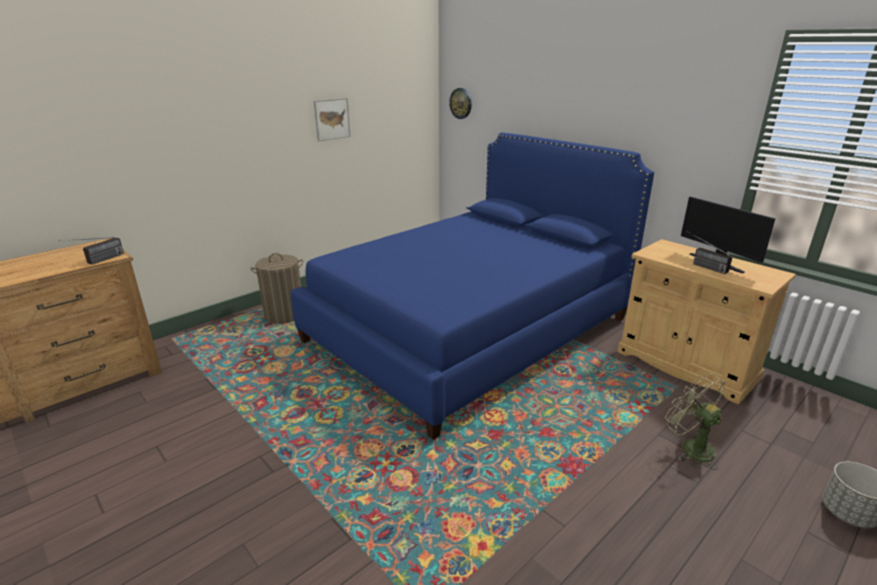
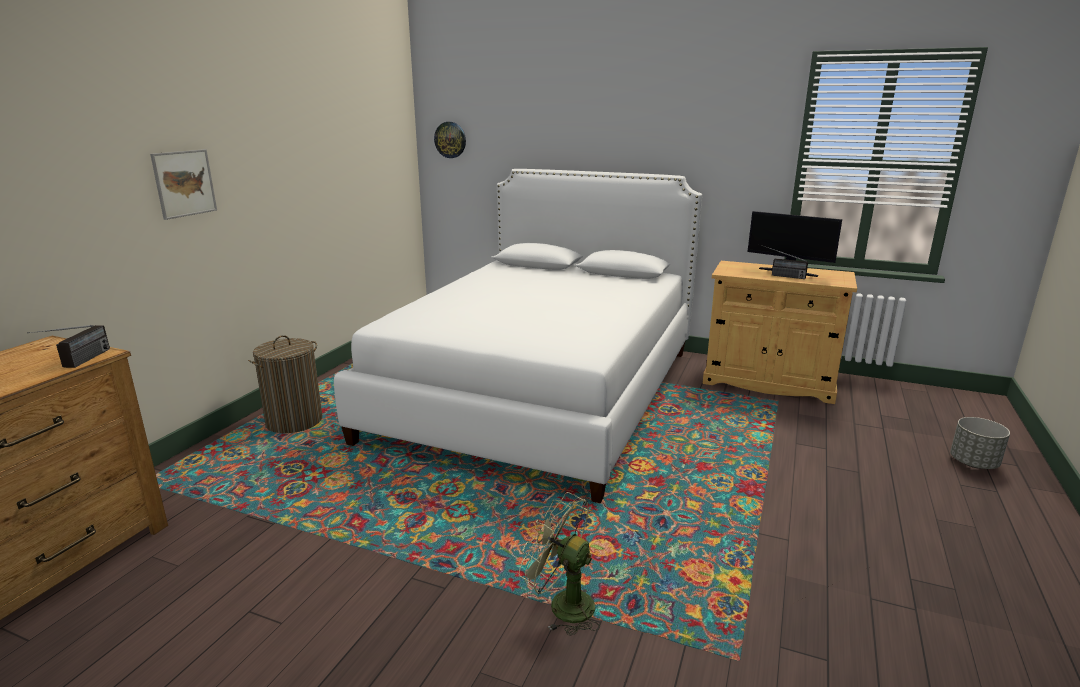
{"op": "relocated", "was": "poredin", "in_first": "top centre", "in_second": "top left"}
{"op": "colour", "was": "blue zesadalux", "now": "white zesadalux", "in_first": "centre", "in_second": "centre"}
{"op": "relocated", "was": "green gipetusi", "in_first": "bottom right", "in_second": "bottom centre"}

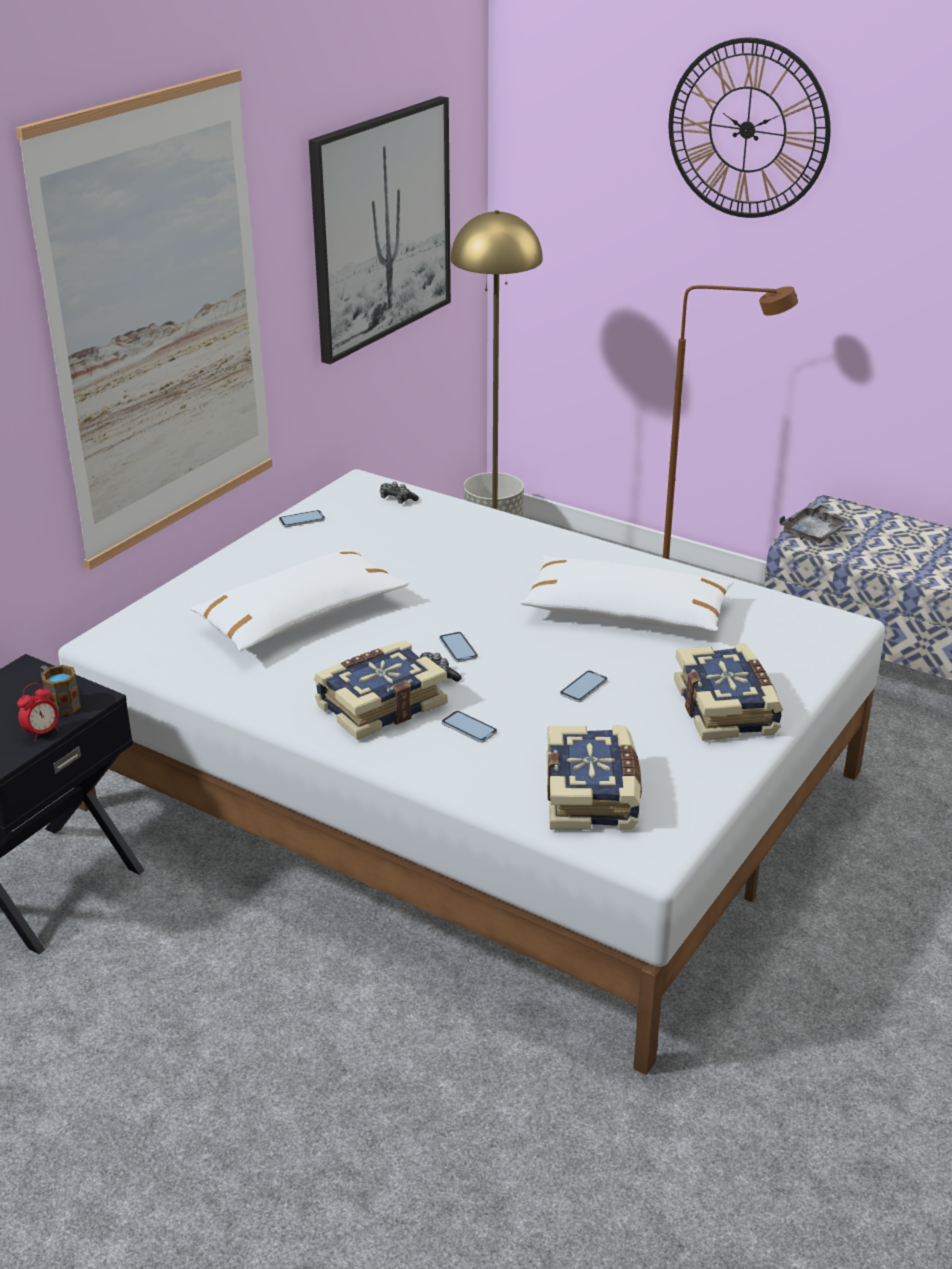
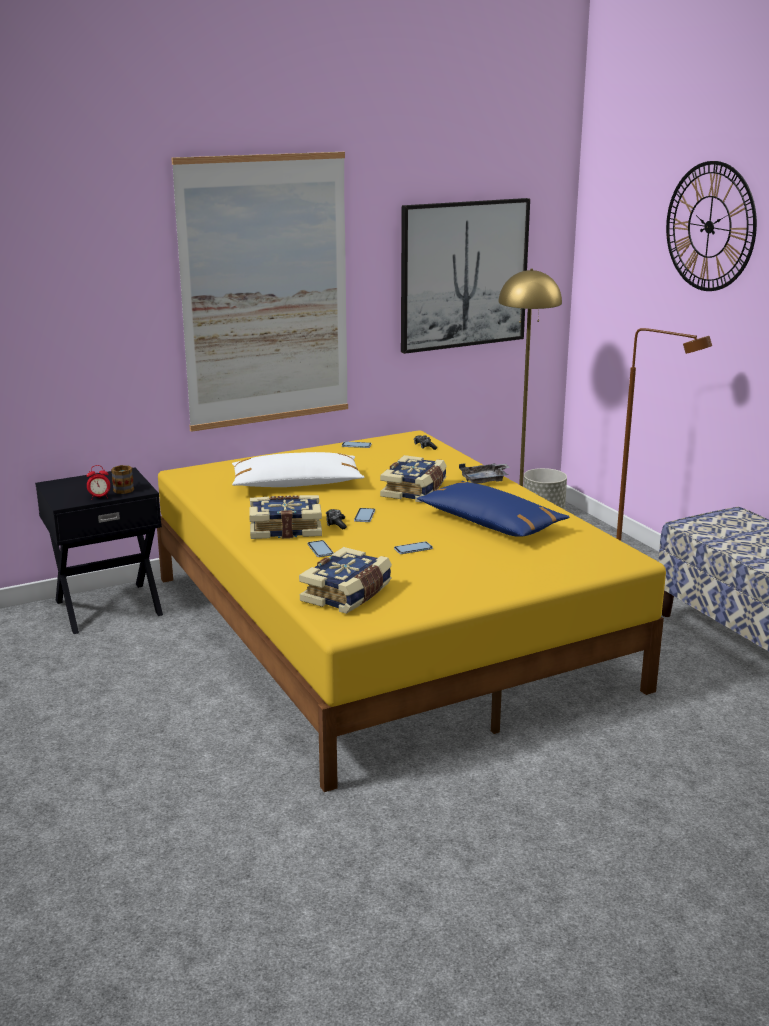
{"op": "colour", "was": "white zesadalux", "now": "yellow zesadalux", "in_first": "centre", "in_second": "centre"}
{"op": "relocated", "was": "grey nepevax", "in_first": "middle right", "in_second": "centre"}
{"op": "colour", "was": "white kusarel (no. 2 from left)", "now": "blue kusarel", "in_first": "centre", "in_second": "centre"}
{"op": "relocated", "was": "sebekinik (no. 3 from left)", "in_first": "middle right", "in_second": "centre"}

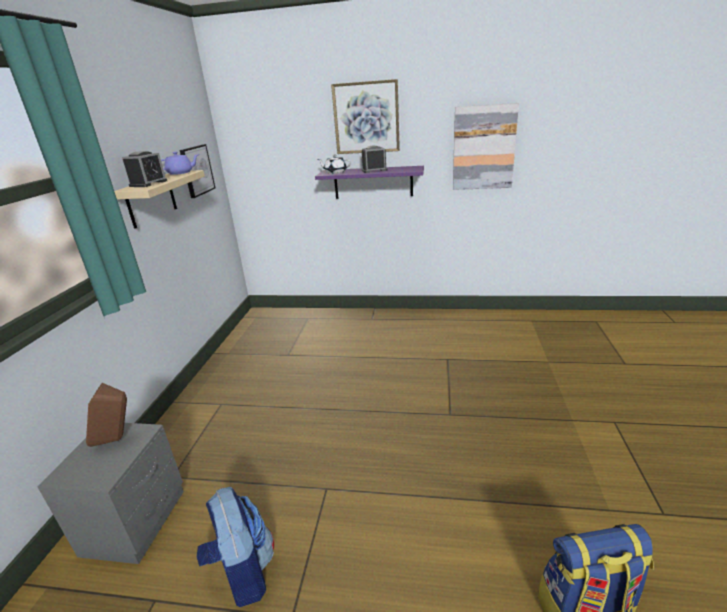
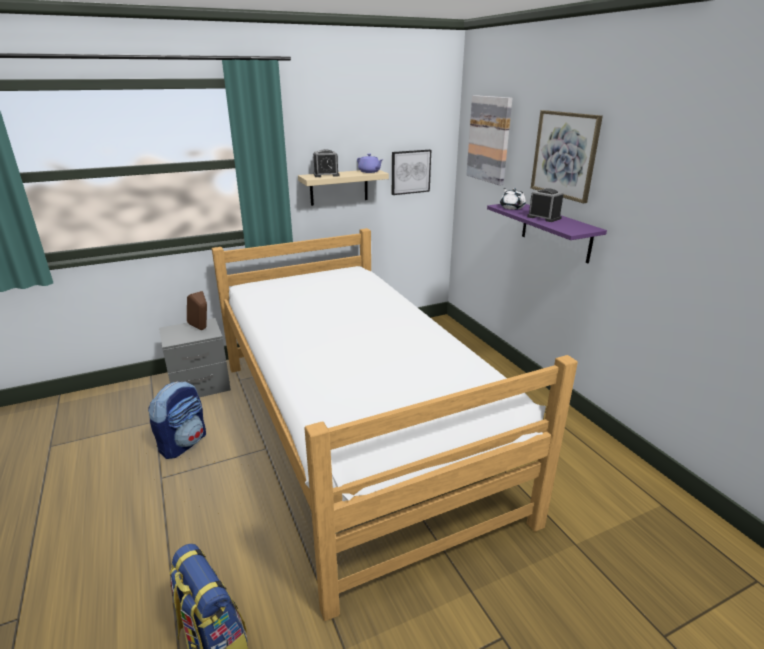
{"op": "relocated", "was": "poredin (no. 3 from left in the first image)", "now": "poredin (no. 2 from left)", "in_first": "top right", "in_second": "top centre"}
{"op": "appeared", "now": "zesadalux", "in_second": "centre"}

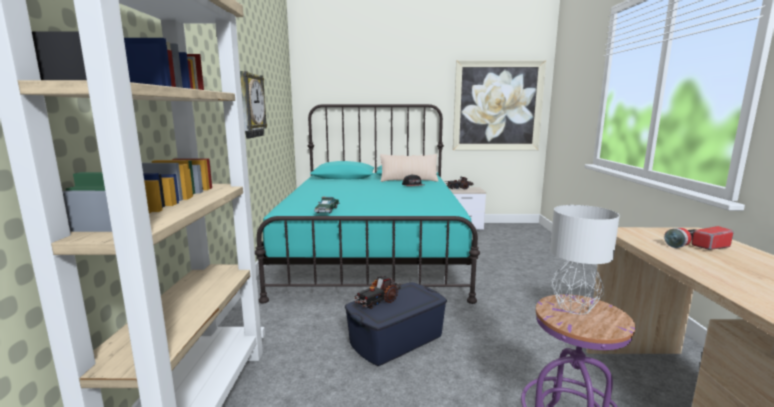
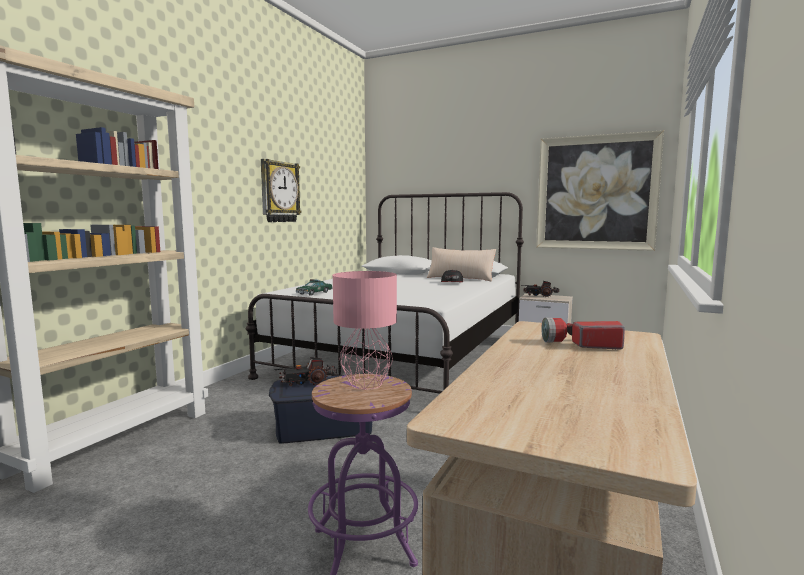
{"op": "colour", "was": "turquoise zesadalux", "now": "white zesadalux", "in_first": "centre", "in_second": "centre"}
{"op": "colour", "was": "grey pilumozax", "now": "pink pilumozax", "in_first": "middle right", "in_second": "centre"}

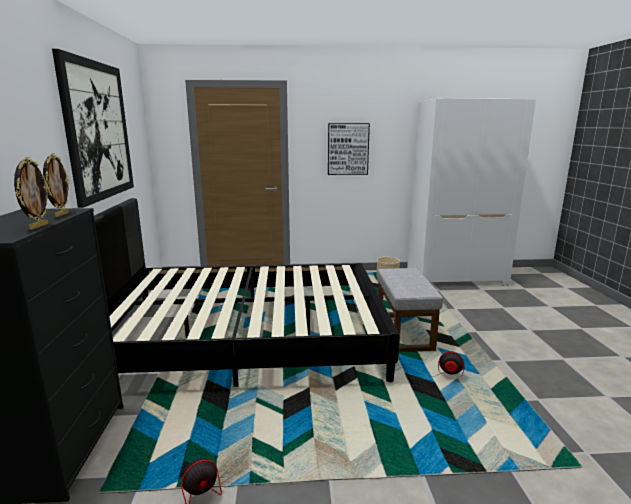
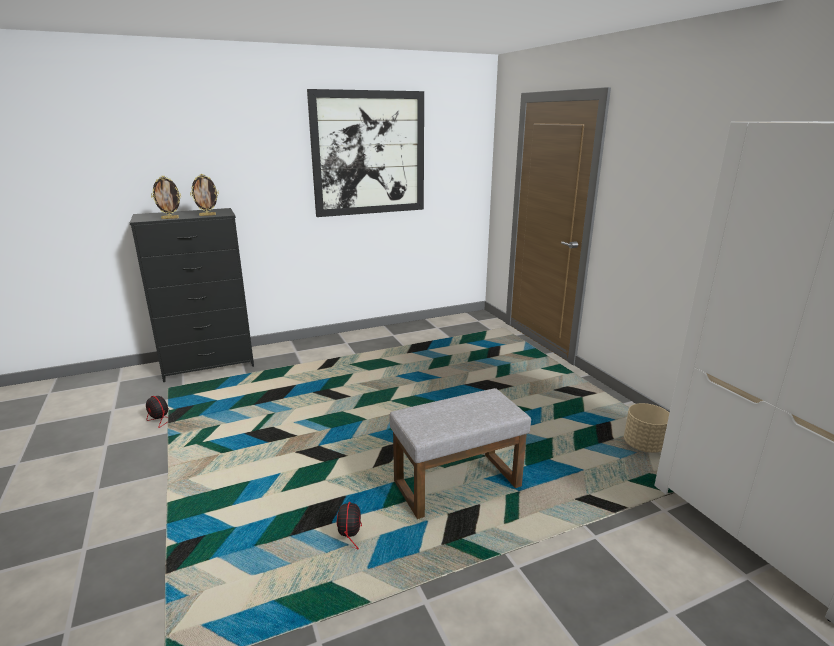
{"op": "missing", "was": "poredin (no. 2 from left)", "in_first": "top centre"}
{"op": "missing", "was": "black zesadalux", "in_first": "centre"}

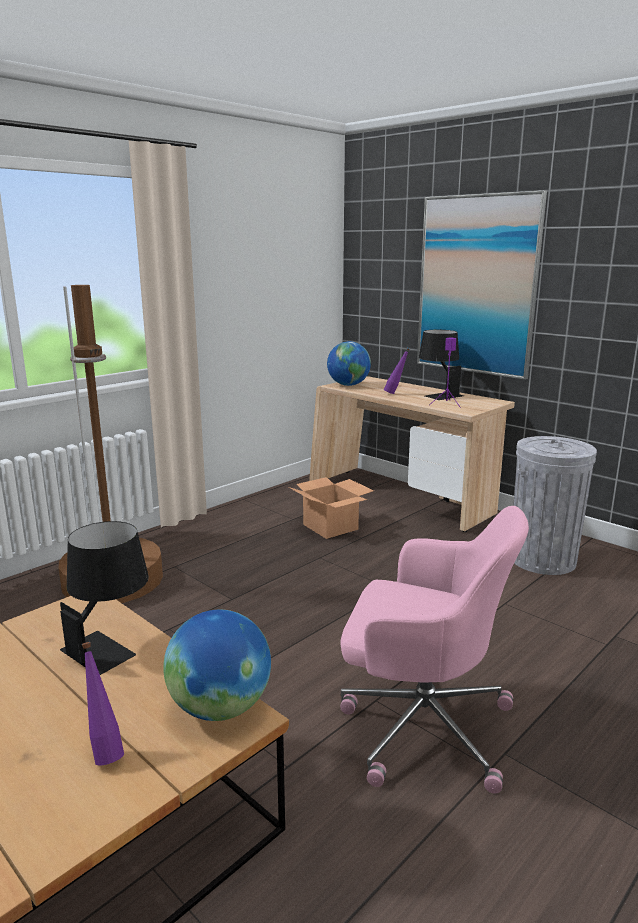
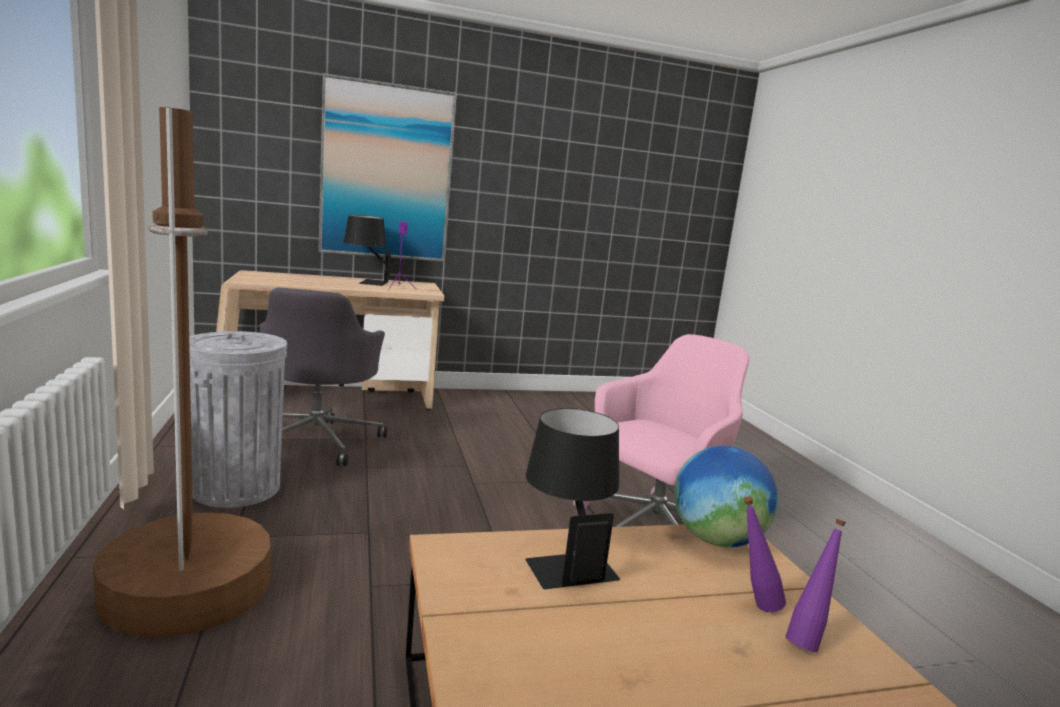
{"op": "missing", "was": "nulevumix (no. 2 from left)", "in_first": "centre"}
{"op": "relocated", "was": "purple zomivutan (no. 2 from left)", "in_first": "centre", "in_second": "bottom right"}
{"op": "relocated", "was": "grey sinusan", "in_first": "middle right", "in_second": "middle left"}
{"op": "exchanged", "was": "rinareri", "now": "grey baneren", "in_first": "centre", "in_second": "middle left"}

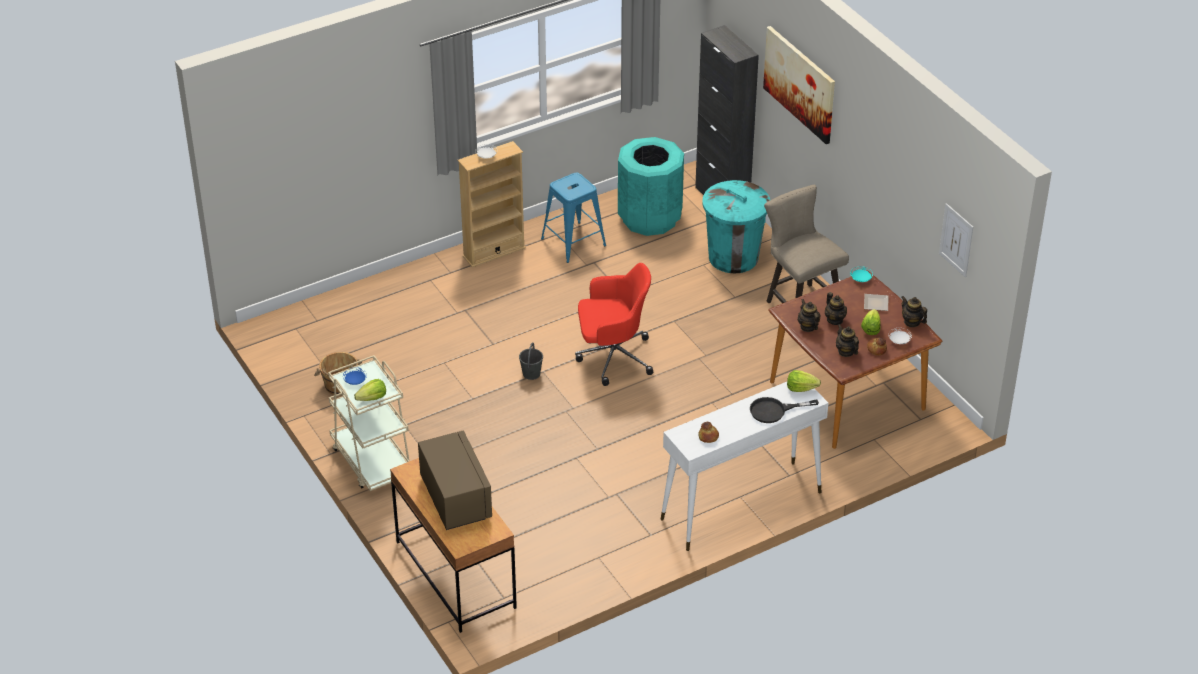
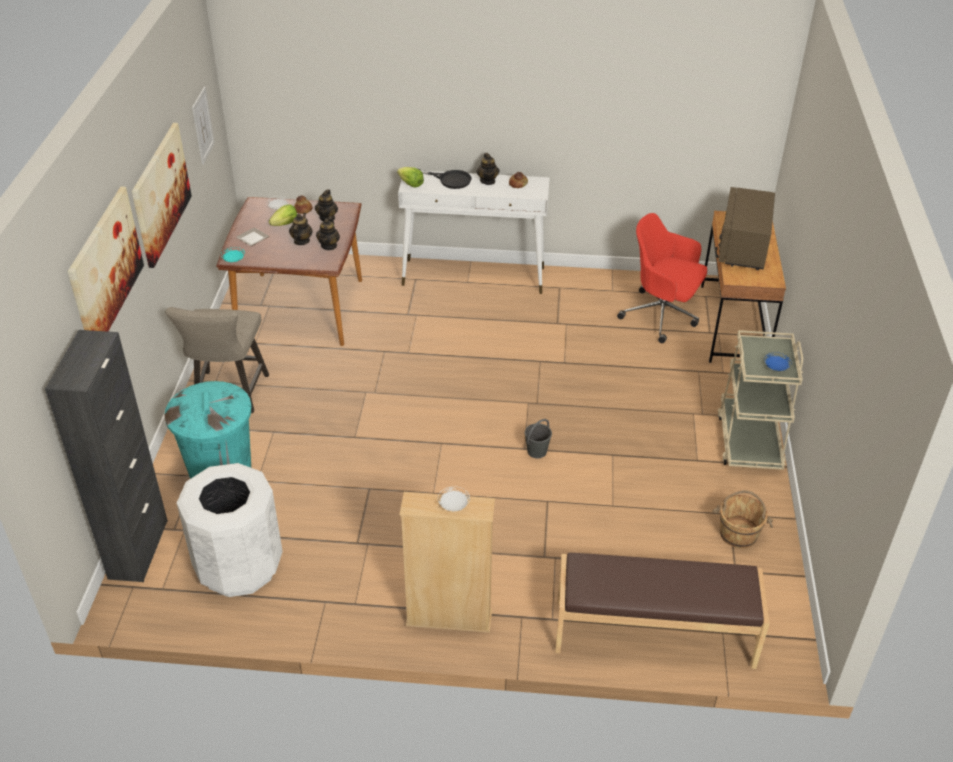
{"op": "colour", "was": "turquoise sinusan (no. 1 from left)", "now": "white sinusan", "in_first": "top centre", "in_second": "bottom left"}
{"op": "missing", "was": "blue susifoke", "in_first": "top centre"}
{"op": "relocated", "was": "red baneren", "in_first": "centre", "in_second": "middle right"}
{"op": "relocated", "was": "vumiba (no. 4 from left)", "in_first": "middle right", "in_second": "top centre"}
{"op": "missing", "was": "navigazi (no. 1 from left)", "in_first": "middle left"}
{"op": "appeared", "now": "poredin (no. 2 from left)", "in_second": "top left"}
{"op": "appeared", "now": "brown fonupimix", "in_second": "bottom right"}

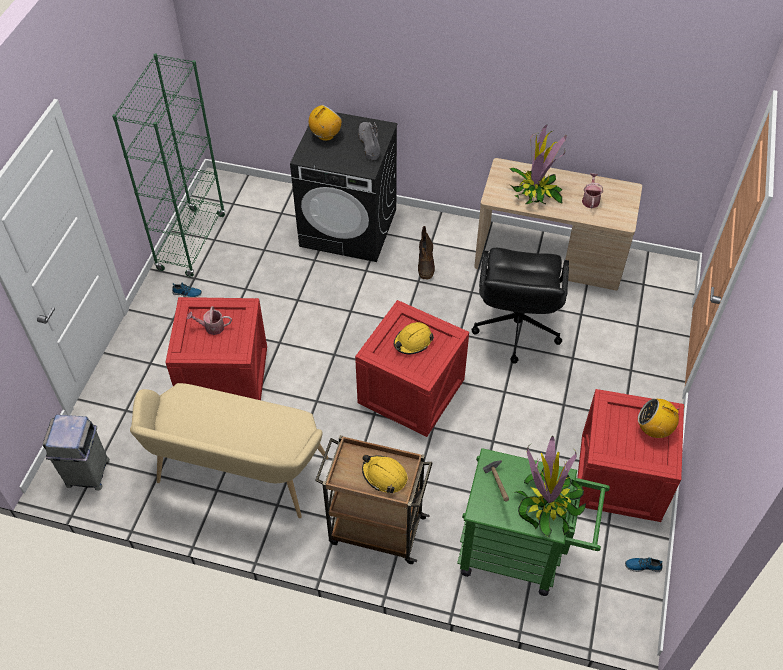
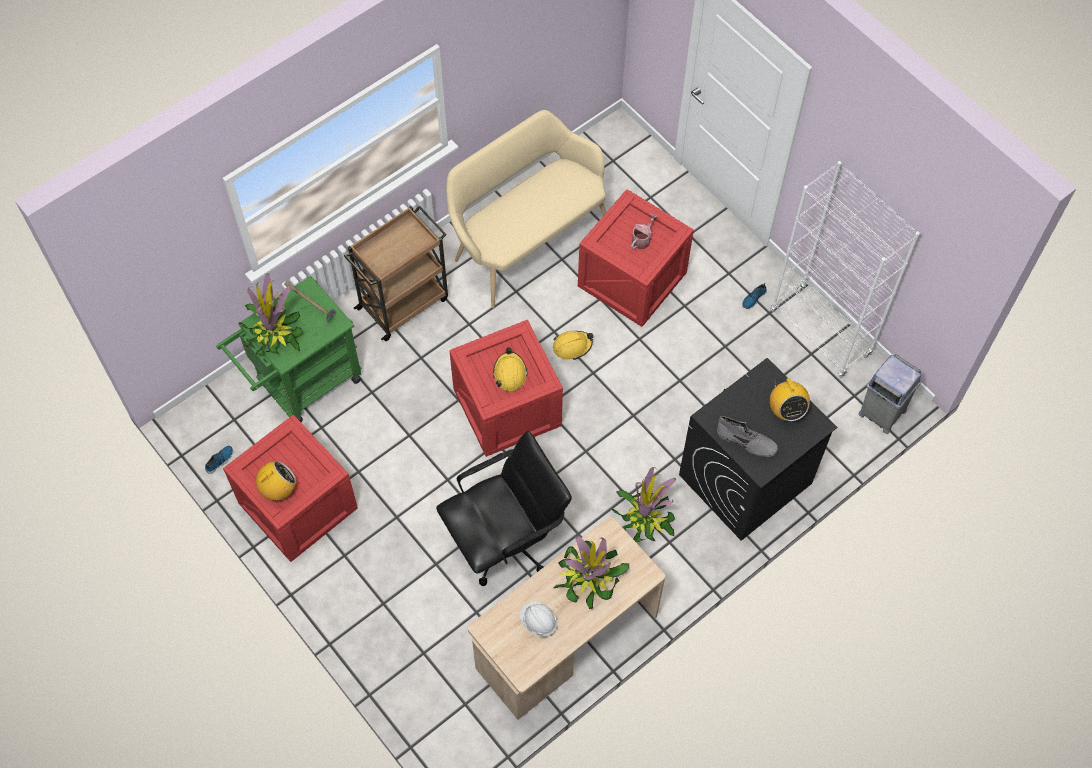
{"op": "colour", "was": "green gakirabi", "now": "white gakirabi", "in_first": "top left", "in_second": "middle right"}
{"op": "exchanged", "was": "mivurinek (no. 2 from left)", "now": "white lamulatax", "in_first": "top right", "in_second": "bottom centre"}
{"op": "exchanged", "was": "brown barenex", "now": "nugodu (no. 3 from left)", "in_first": "centre", "in_second": "centre"}
{"op": "spun", "was": "black baneren", "in_first": "centre", "in_second": "centre", "clockwise": 105}
{"op": "relocated", "was": "grey sinusan", "in_first": "bottom left", "in_second": "middle right"}
{"op": "relocated", "was": "yellow lamulatax (no. 1 from left in the first image)", "now": "yellow lamulatax (no. 2 from left)", "in_first": "bottom centre", "in_second": "centre"}

